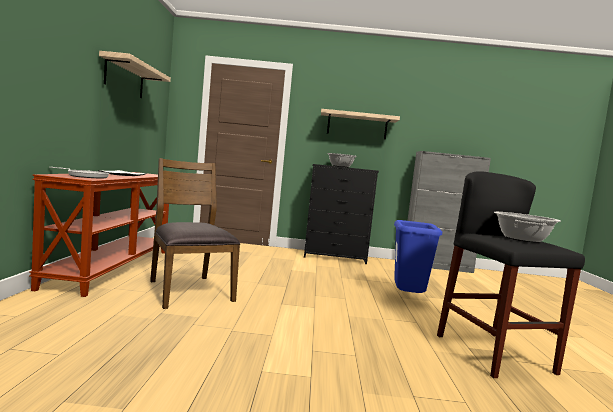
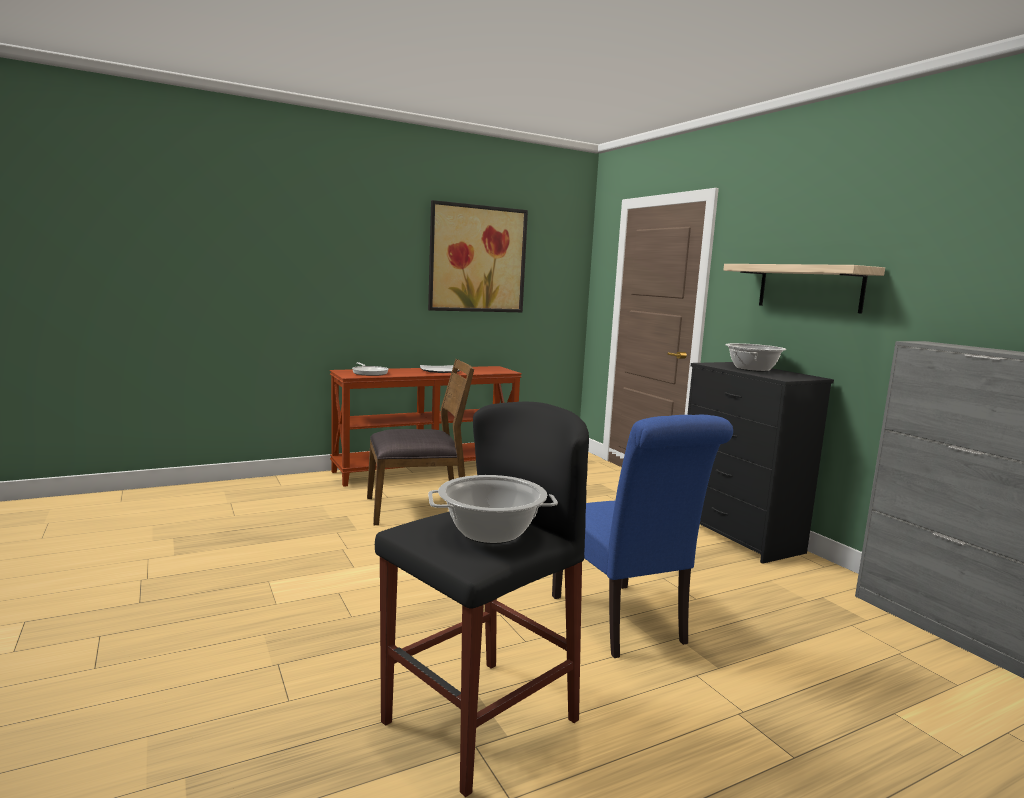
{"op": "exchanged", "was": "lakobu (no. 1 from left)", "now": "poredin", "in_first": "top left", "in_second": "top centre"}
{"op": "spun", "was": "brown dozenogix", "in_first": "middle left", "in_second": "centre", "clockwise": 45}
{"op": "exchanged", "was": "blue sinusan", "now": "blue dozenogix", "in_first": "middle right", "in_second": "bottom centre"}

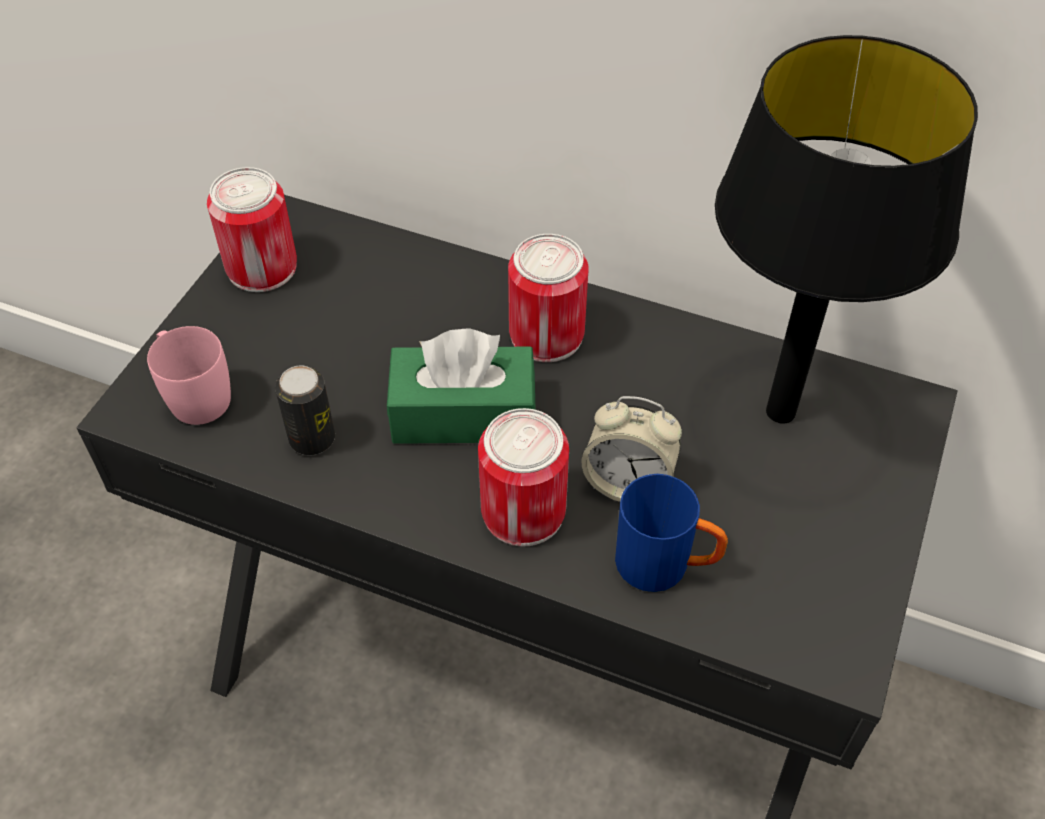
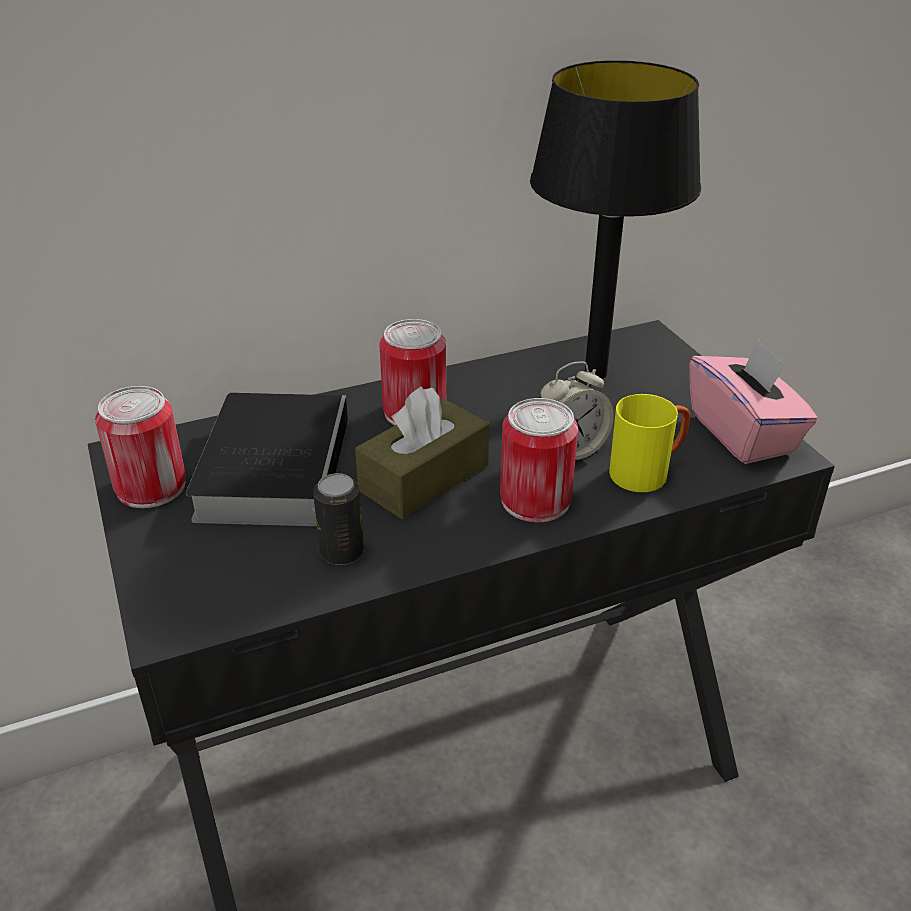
{"op": "missing", "was": "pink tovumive", "in_first": "middle left"}
{"op": "colour", "was": "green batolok", "now": "brown batolok", "in_first": "centre", "in_second": "centre"}
{"op": "colour", "was": "blue tovumive", "now": "yellow tovumive", "in_first": "centre", "in_second": "middle right"}
{"op": "appeared", "now": "pink batolok", "in_second": "middle right"}
{"op": "appeared", "now": "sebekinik", "in_second": "middle left"}

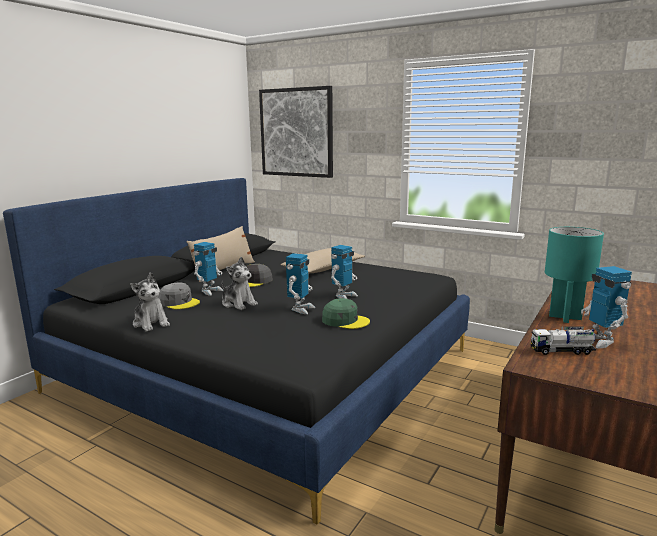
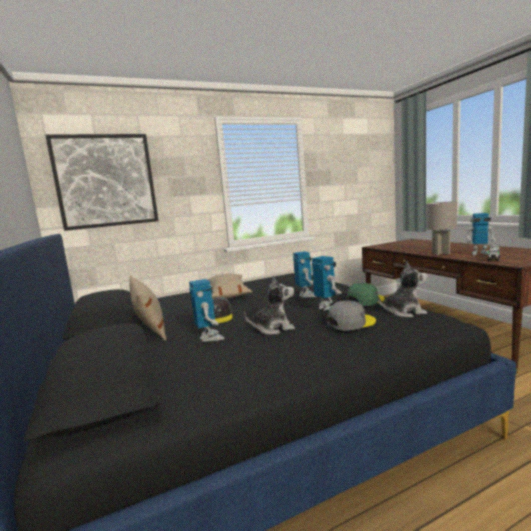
{"op": "colour", "was": "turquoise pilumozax", "now": "grey pilumozax", "in_first": "middle right", "in_second": "middle right"}
{"op": "relocated", "was": "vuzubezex (no. 1 from left in the first image)", "now": "vuzubezex (no. 2 from left)", "in_first": "middle left", "in_second": "middle right"}
{"op": "relocated", "was": "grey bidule (no. 1 from left in the first image)", "now": "grey bidule (no. 2 from left)", "in_first": "middle left", "in_second": "centre"}

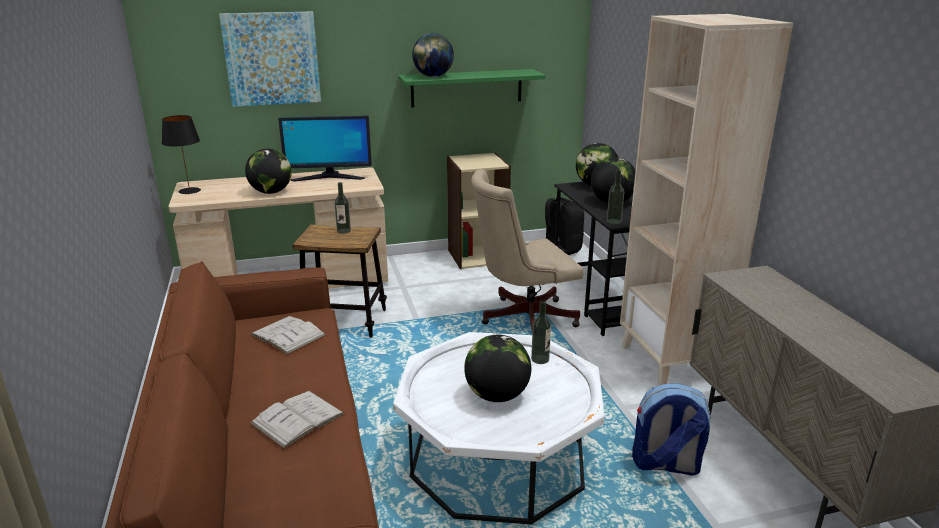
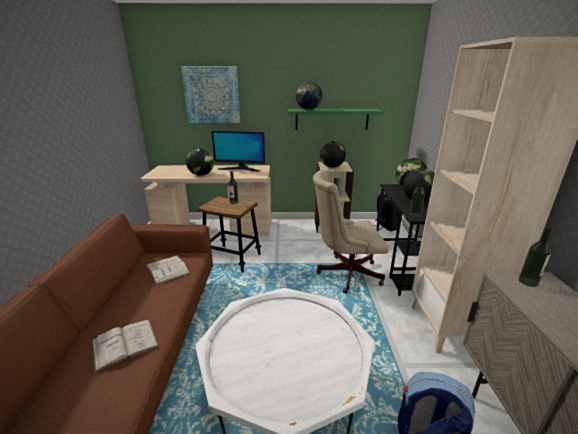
{"op": "missing", "was": "black pilumozax", "in_first": "top left"}
{"op": "relocated", "was": "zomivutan (no. 2 from left in the first image)", "now": "zomivutan (no. 3 from left)", "in_first": "centre", "in_second": "middle right"}
{"op": "relocated", "was": "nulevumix (no. 3 from left)", "in_first": "bottom centre", "in_second": "centre"}

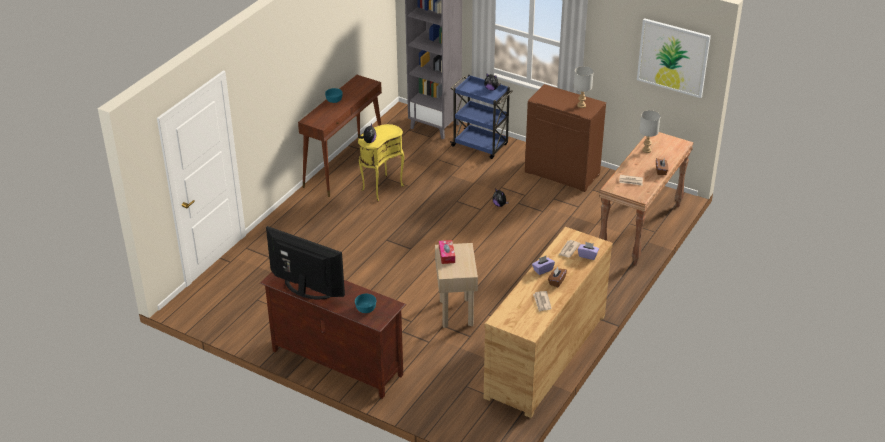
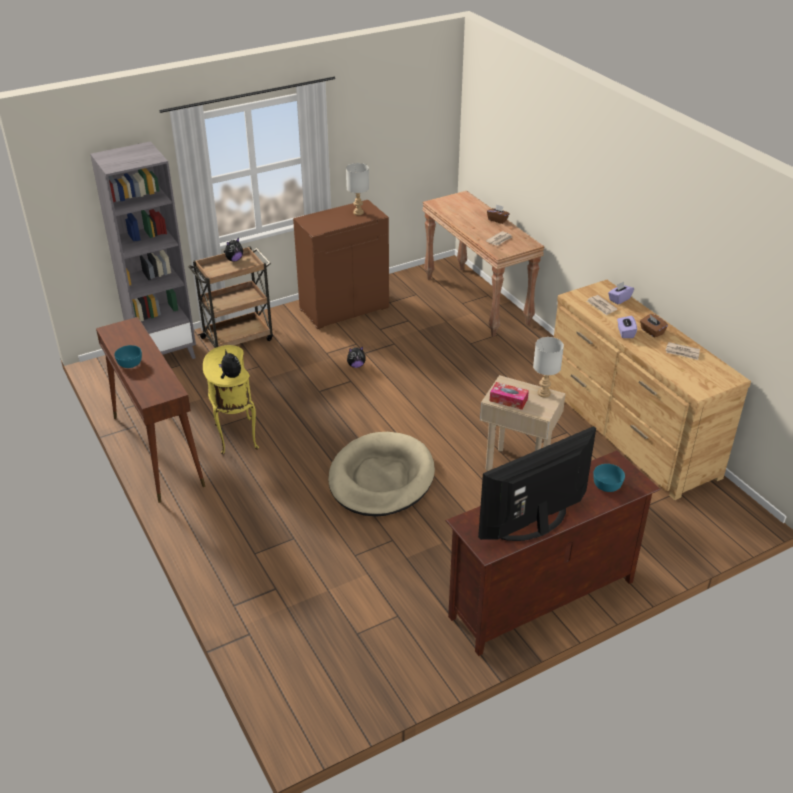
{"op": "missing", "was": "poredin", "in_first": "top right"}
{"op": "colour", "was": "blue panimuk", "now": "brown panimuk", "in_first": "top centre", "in_second": "middle left"}
{"op": "relocated", "was": "grey pilumozax (no. 2 from left)", "in_first": "top right", "in_second": "middle right"}
{"op": "appeared", "now": "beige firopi", "in_second": "centre"}

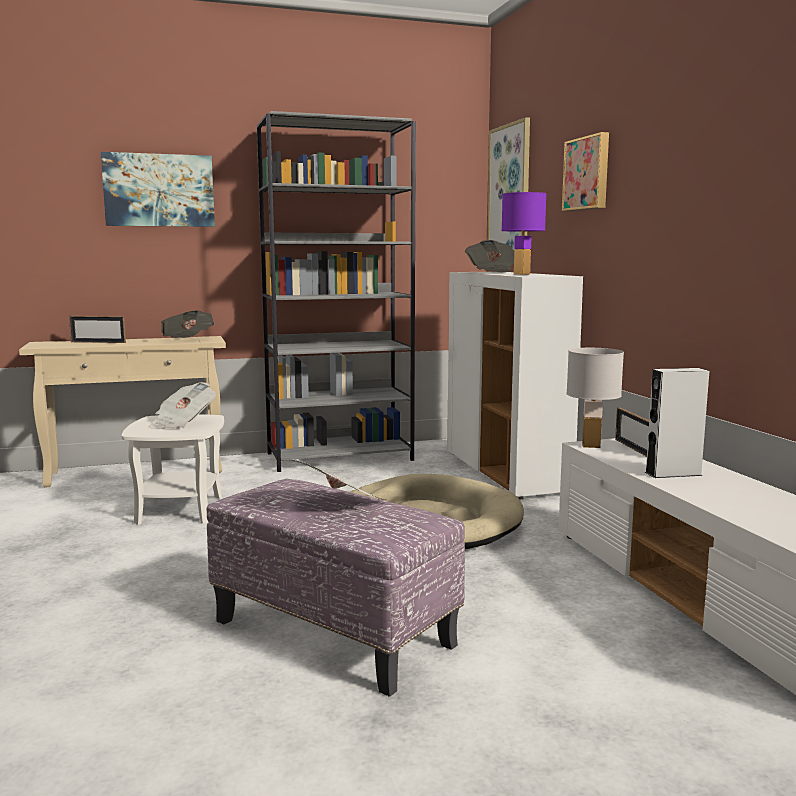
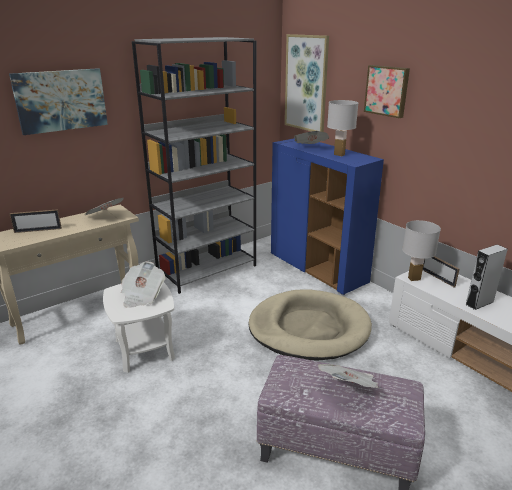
{"op": "colour", "was": "purple pilumozax", "now": "white pilumozax (no. 1 from left)", "in_first": "top centre", "in_second": "top right"}
{"op": "colour", "was": "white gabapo", "now": "blue gabapo", "in_first": "centre", "in_second": "centre"}

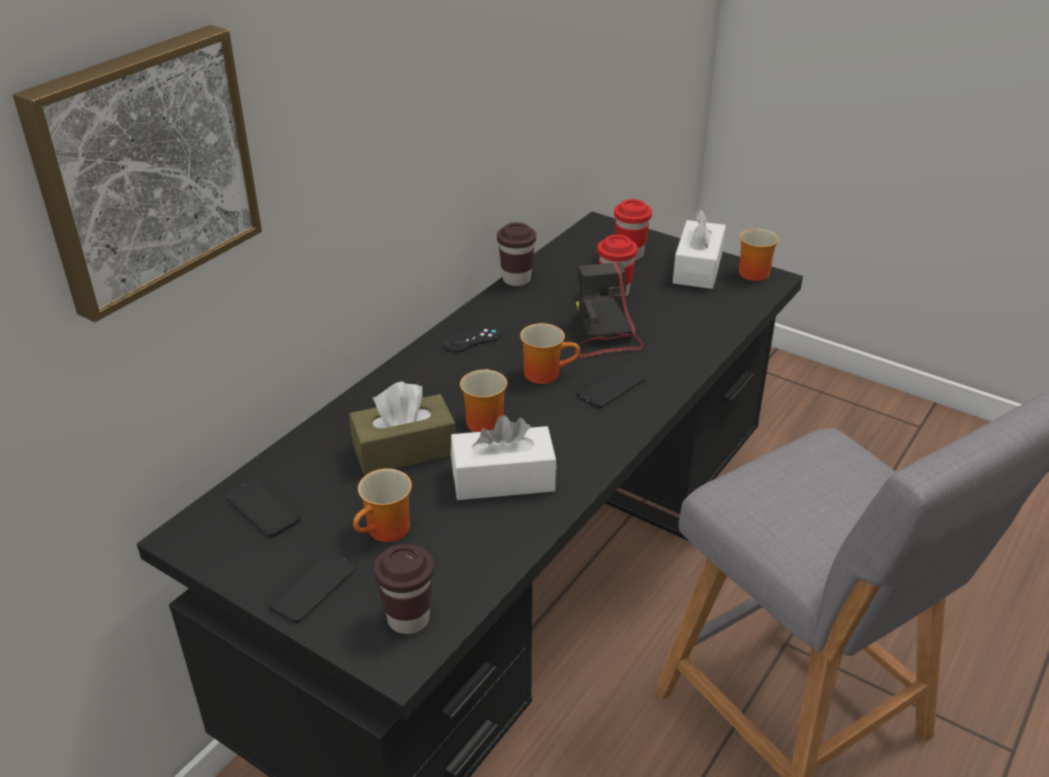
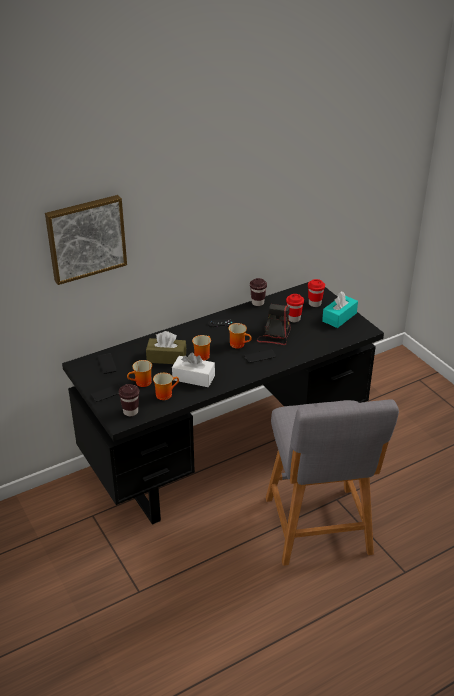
{"op": "colour", "was": "white batolok (no. 2 from left)", "now": "turquoise batolok", "in_first": "top centre", "in_second": "middle right"}
{"op": "relocated", "was": "tovumive (no. 4 from left in the first image)", "now": "tovumive (no. 2 from left)", "in_first": "top right", "in_second": "centre"}

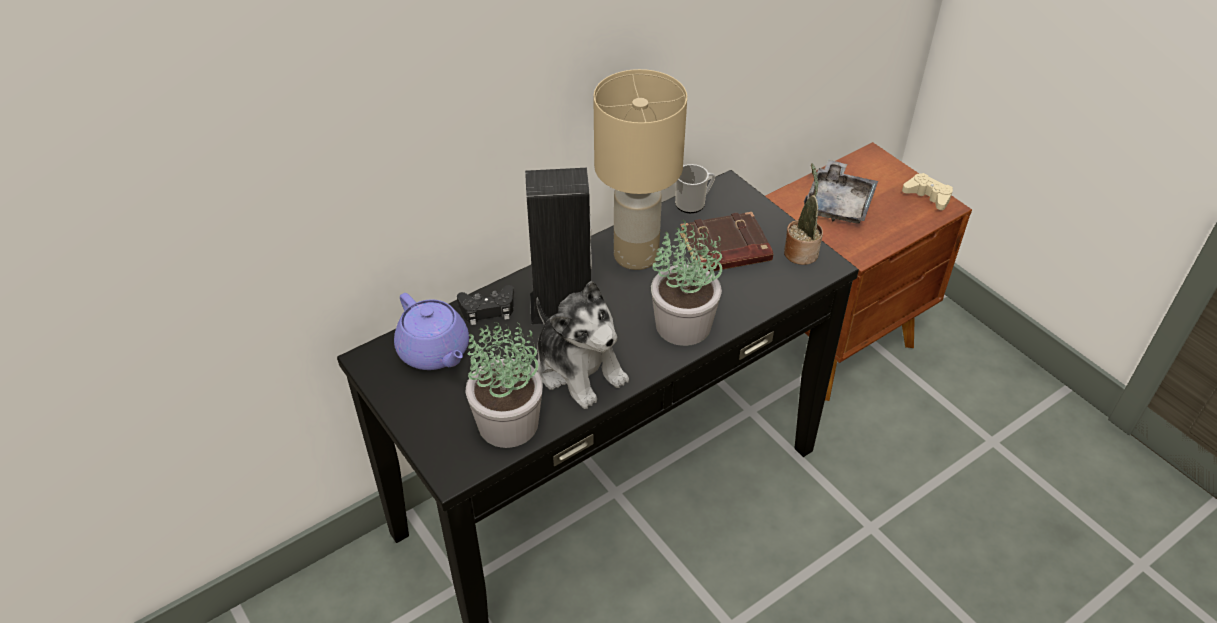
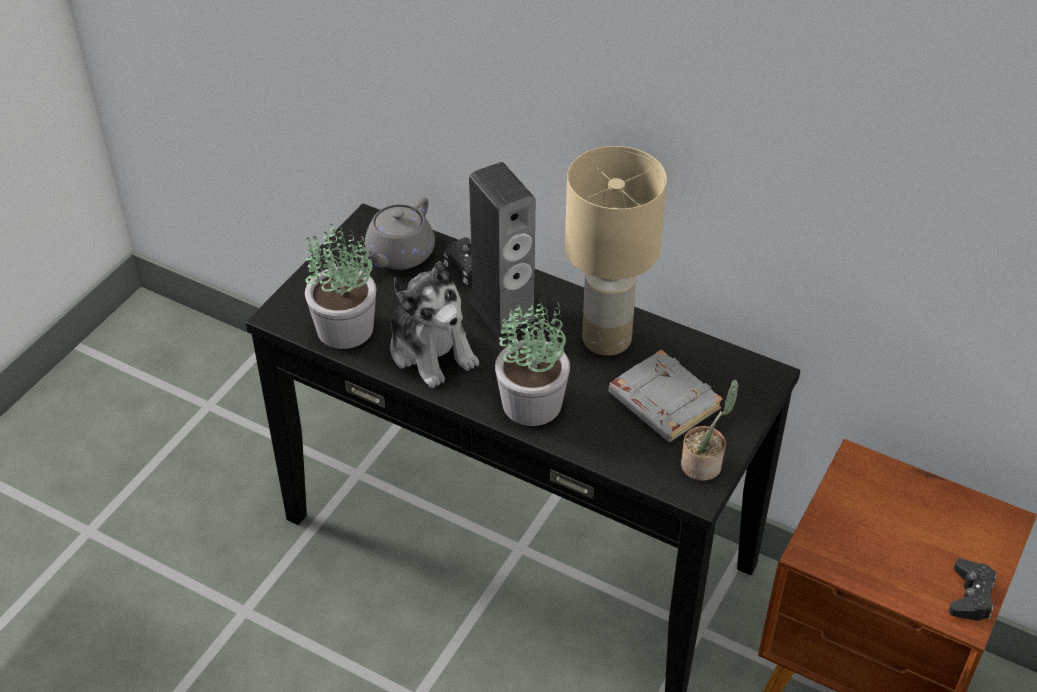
{"op": "missing", "was": "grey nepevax", "in_first": "top right"}
{"op": "missing", "was": "tovumive", "in_first": "top centre"}
{"op": "colour", "was": "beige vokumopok", "now": "black vokumopok (no. 2 from left)", "in_first": "top right", "in_second": "bottom right"}
{"op": "colour", "was": "brown sebekinik", "now": "grey sebekinik", "in_first": "centre", "in_second": "centre"}
{"op": "spun", "was": "vuzubezex", "in_first": "centre", "in_second": "centre", "clockwise": -60}
{"op": "colour", "was": "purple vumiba", "now": "grey vumiba", "in_first": "centre", "in_second": "centre"}

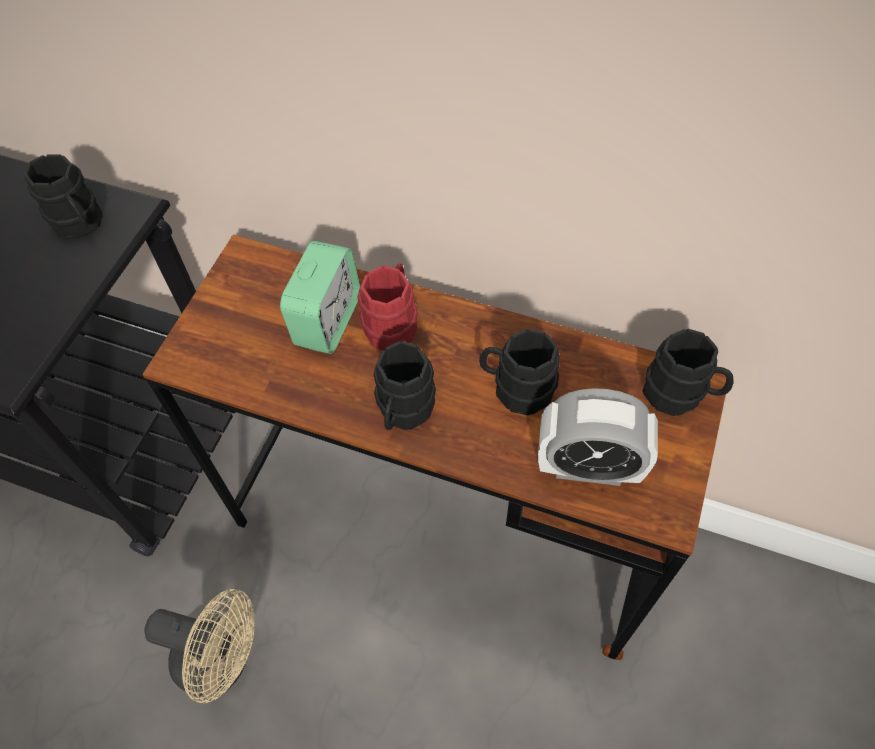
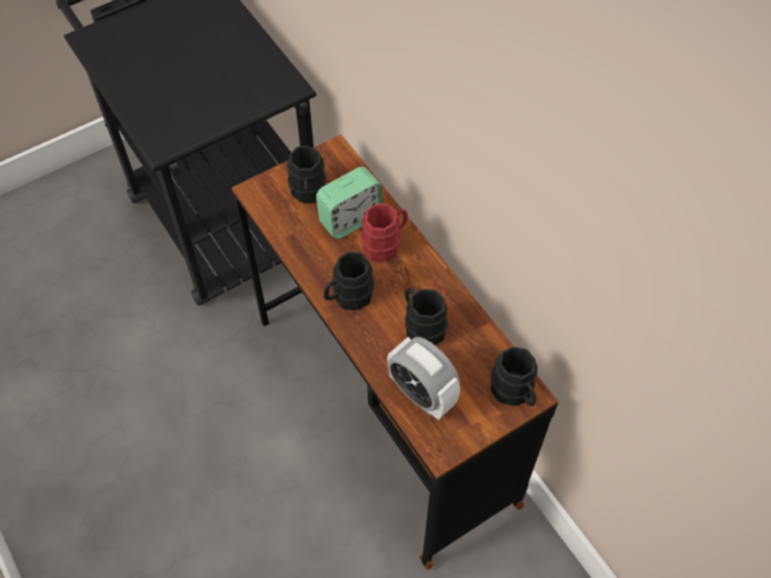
{"op": "relocated", "was": "black tovumive (no. 1 from left)", "in_first": "top left", "in_second": "top centre"}
{"op": "missing", "was": "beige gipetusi", "in_first": "bottom left"}

